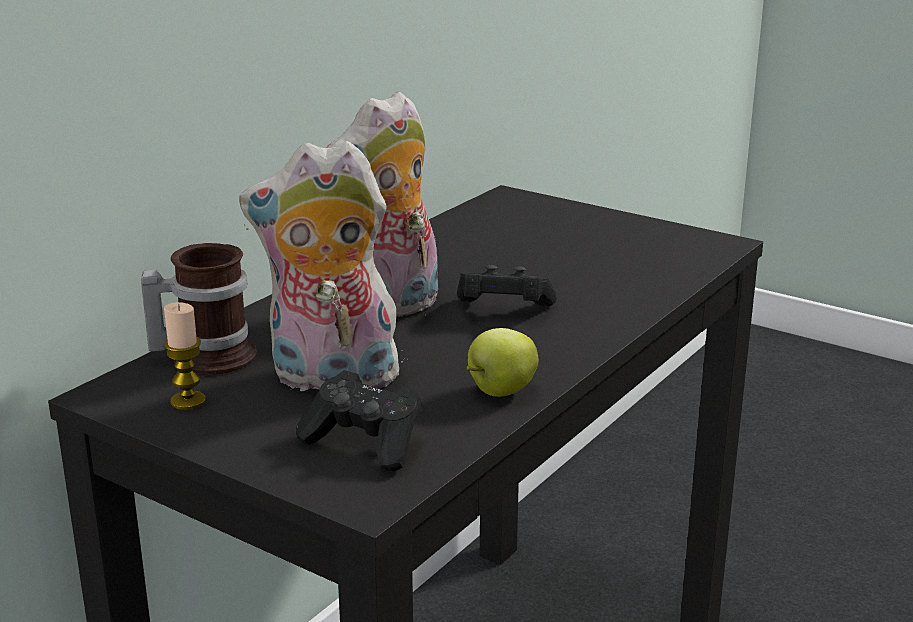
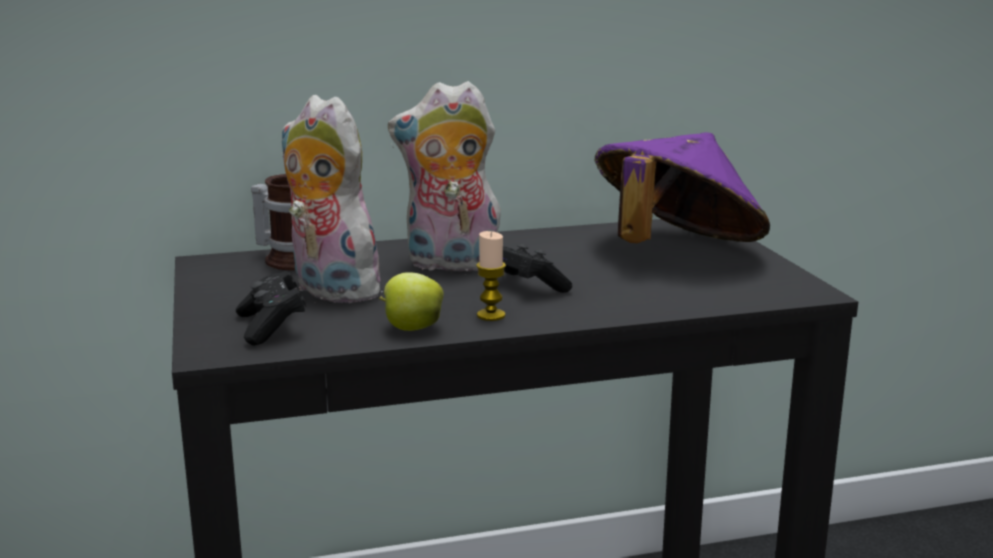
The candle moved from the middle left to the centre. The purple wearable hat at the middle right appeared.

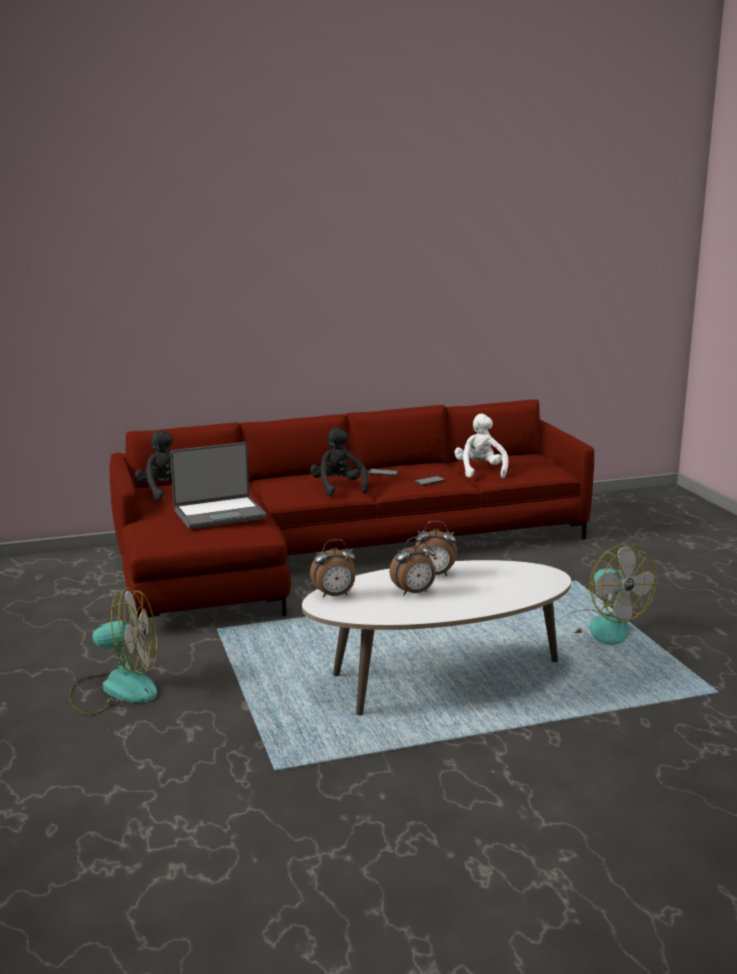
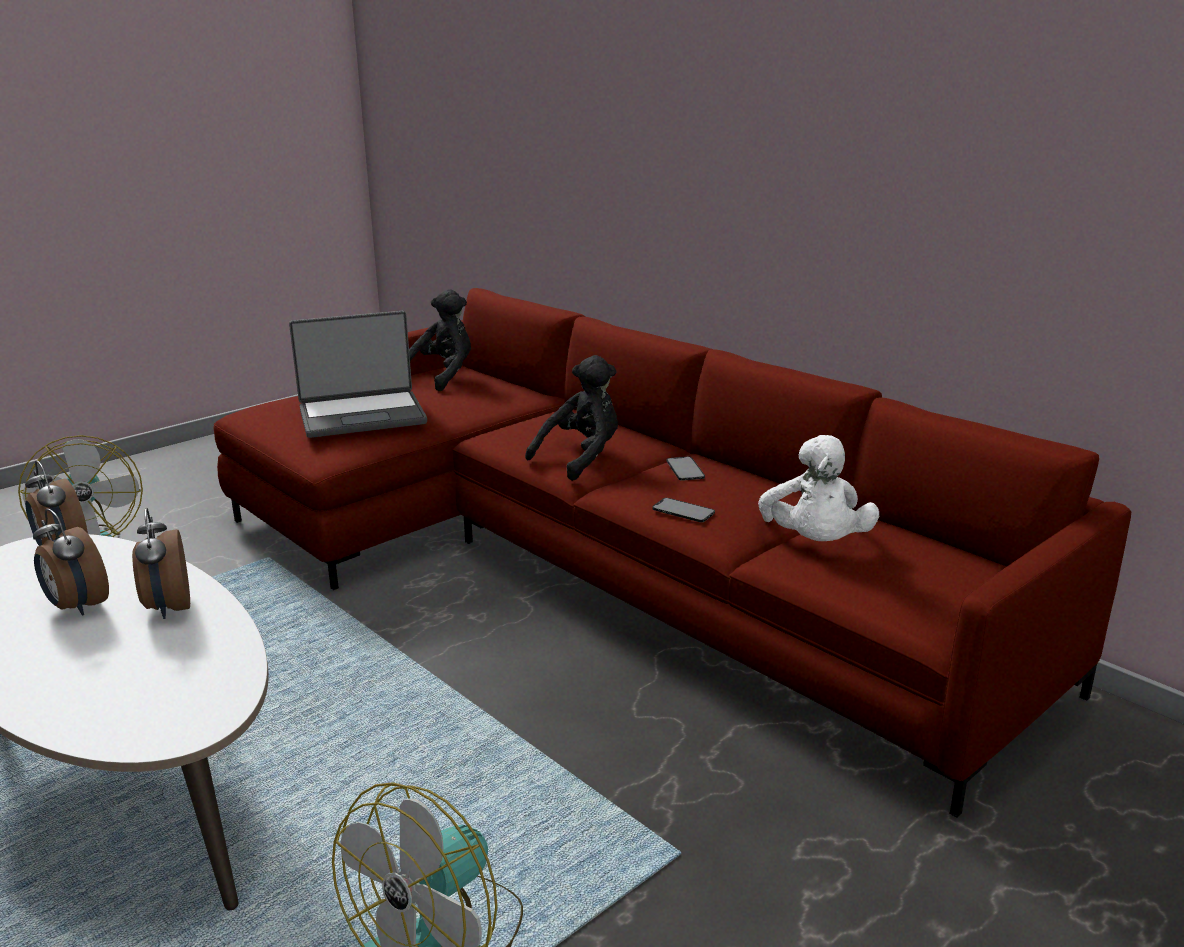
The portable computer at the middle left turned 60 degrees counterclockwise. The white-coloured cuddly toy at the centre turned 120 degrees clockwise.

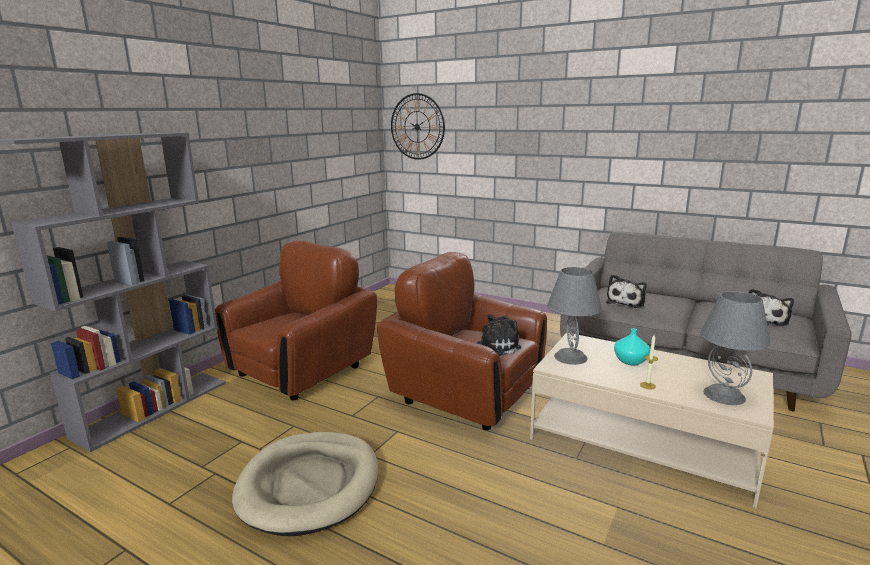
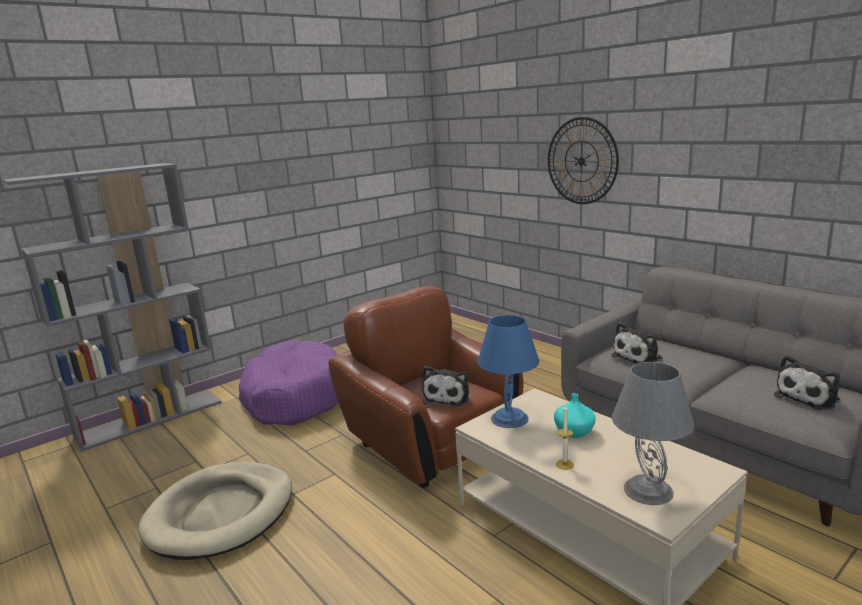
The brown armchair (no. 1 from left) at the centre was replaced by the purple pet bed at the centre. The cuddly toy (no. 1 from left) at the centre turned 120 degrees clockwise. The gray table lamp (no. 1 from left) at the centre became the bluish table lamp at the centre. The wall clock moved from the top centre to the top right.

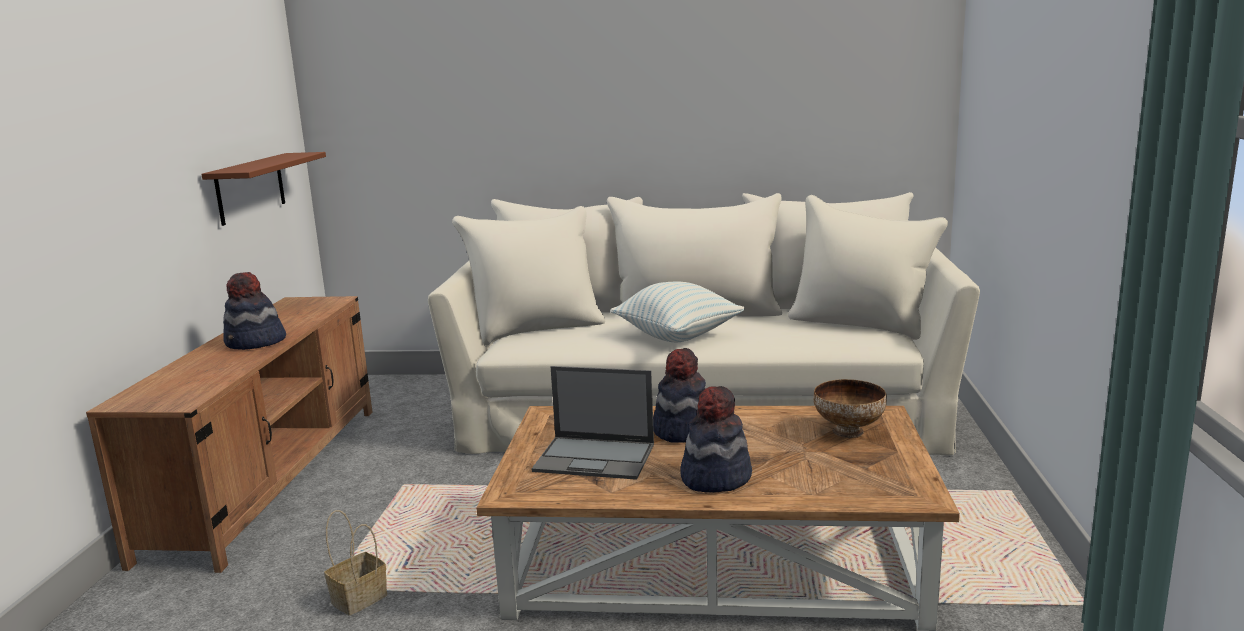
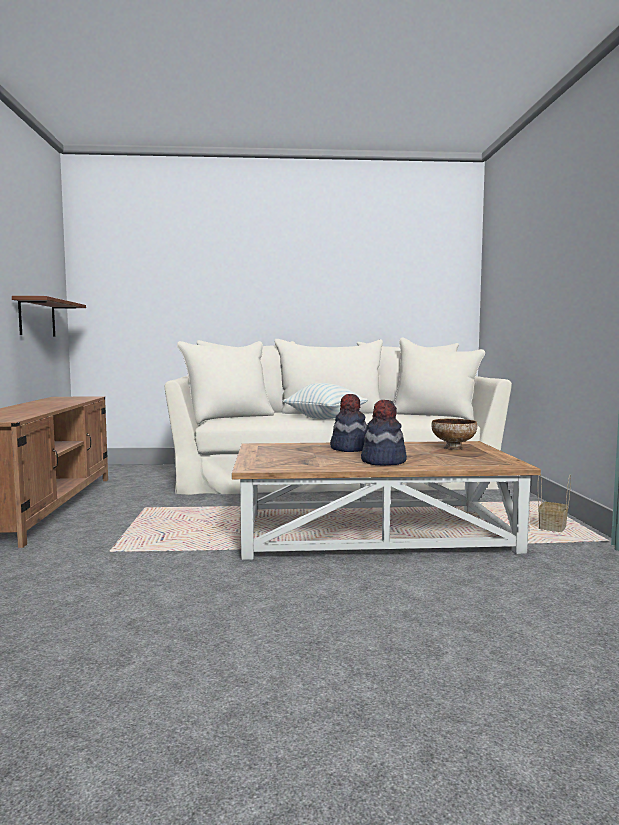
The household basket moved from the bottom left to the middle right. The wearable hat (no. 1 from left) at the middle left disappeared. The portable computer at the bottom centre disappeared.

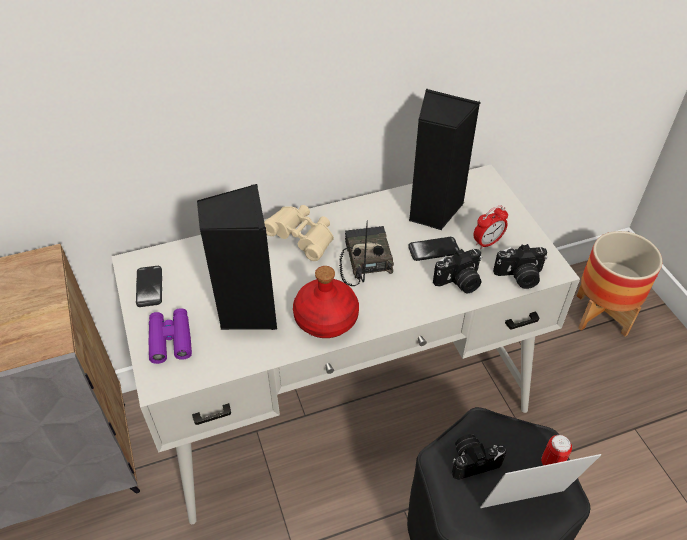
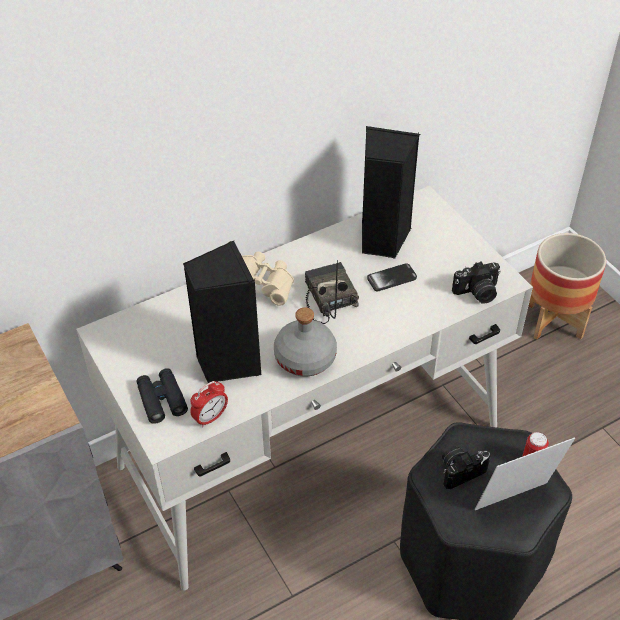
The purple binoculars at the middle left became the black binoculars at the middle left. The bedside clock moved from the middle right to the centre. The red-coloured drink bottle at the centre became the gray drink bottle at the centre. The telephone (no. 1 from left) at the middle left disappeared. The still camera (no. 1 from left) at the centre disappeared.

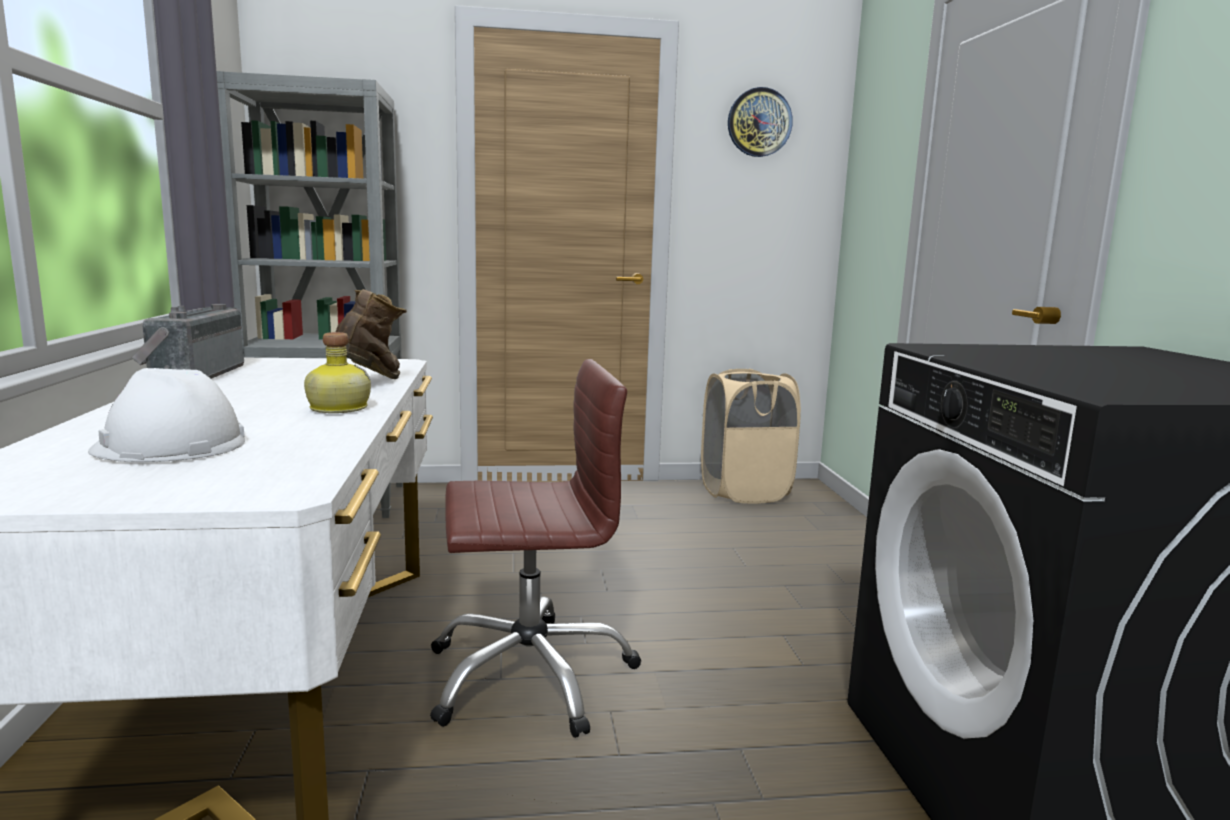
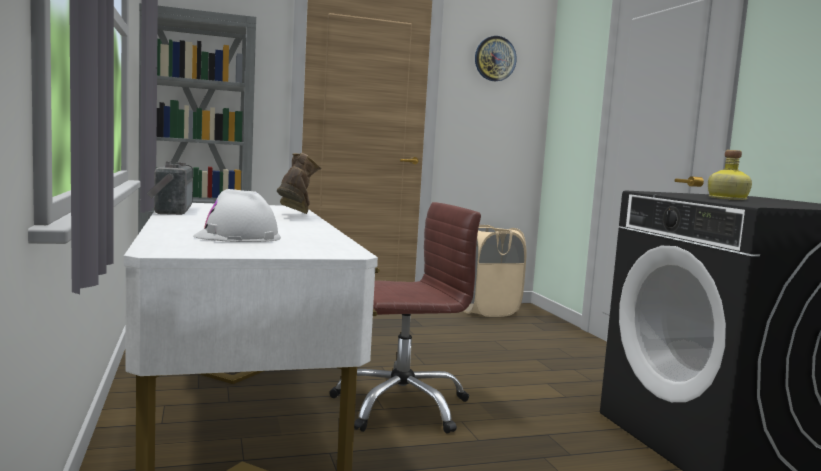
The drink bottle moved from the middle left to the middle right.

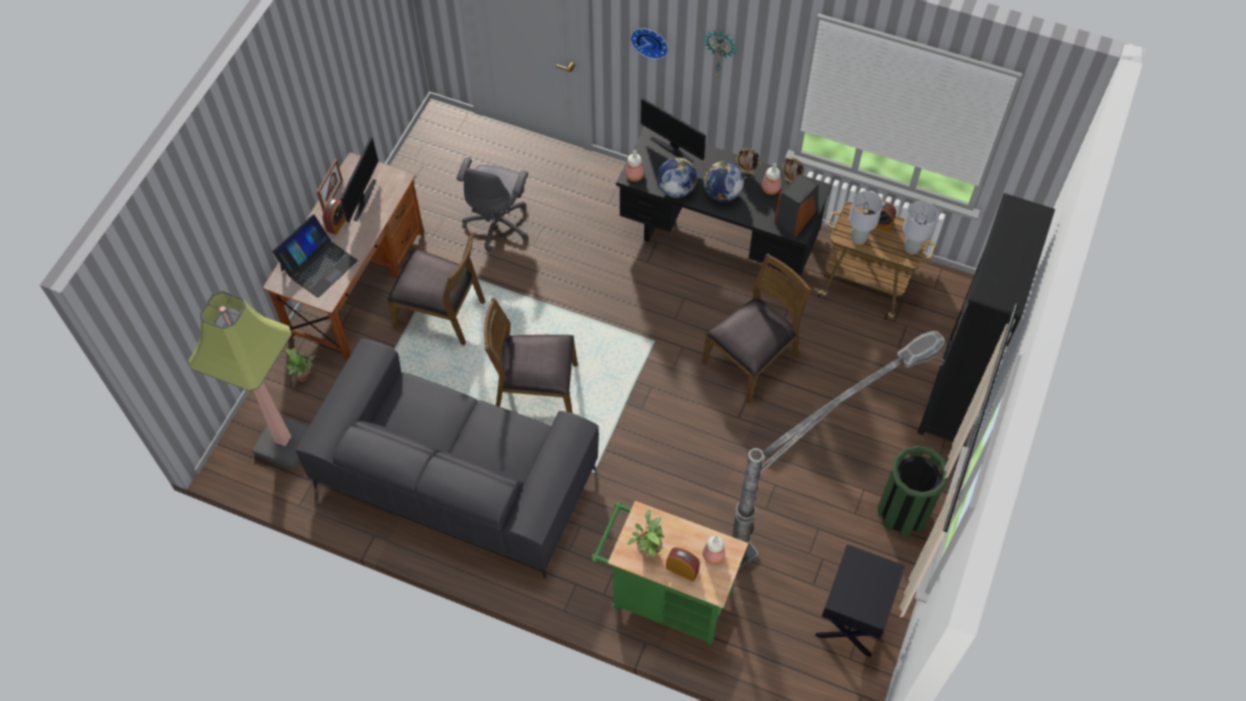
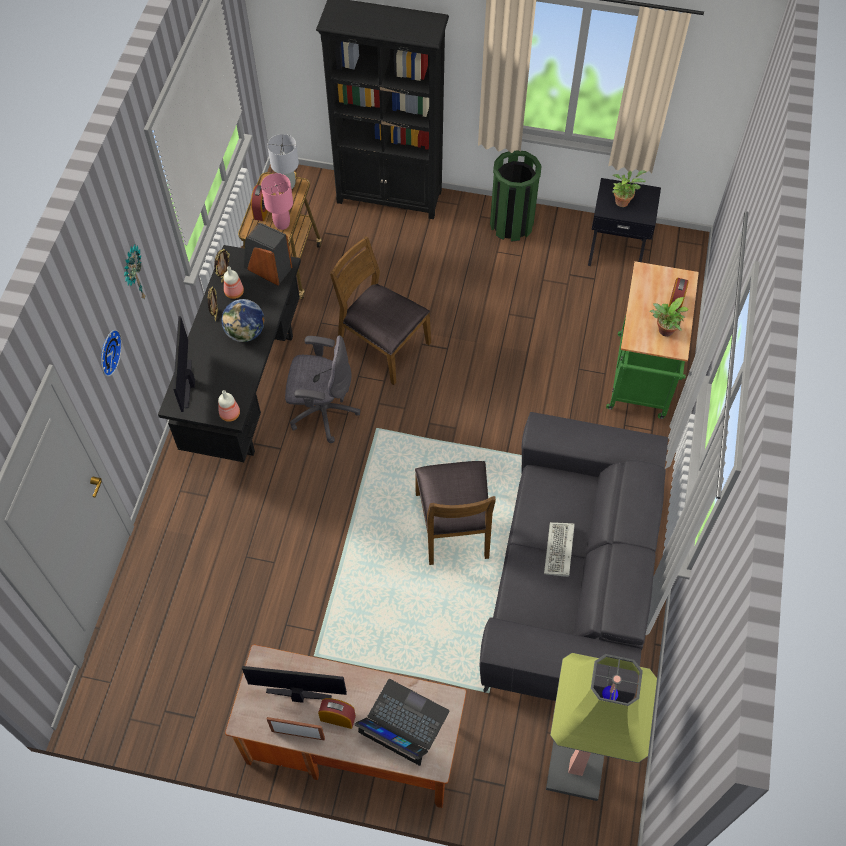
The computer screen (no. 2 from left in the first image) at the top centre turned 150 degrees clockwise. The gray table lamp (no. 1 from left) at the top right became the pink table lamp at the top left. The gray office chair moved from the top centre to the centre. The computer keyboard at the centre appeared. The plant in a pot (no. 1 from left) moved from the middle left to the top right. The brown chair (no. 1 from left) at the centre disappeared. The desk globe (no. 1 from left) at the top centre disappeared. The drink bottle (no. 2 from left) at the bottom centre disappeared. The floor lamp (no. 2 from left) at the middle right disappeared.

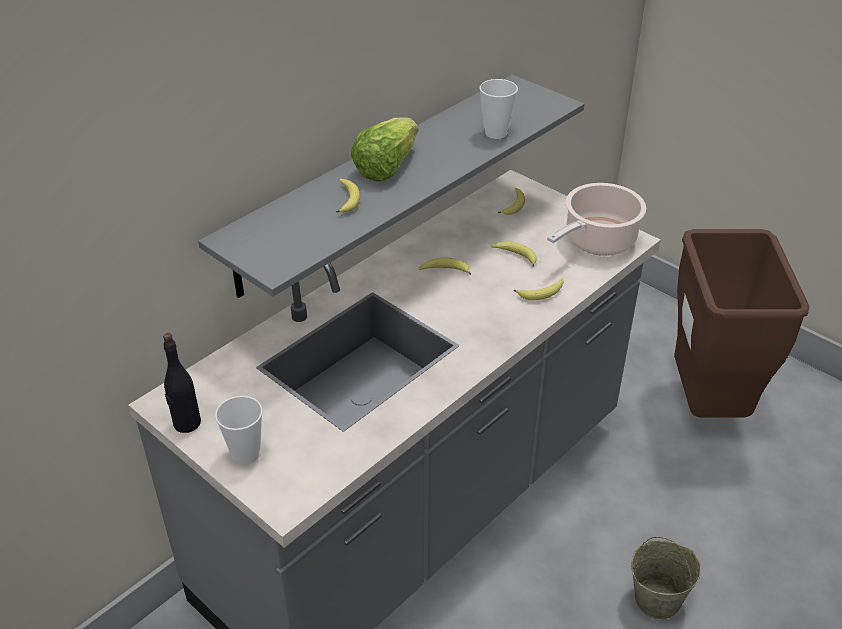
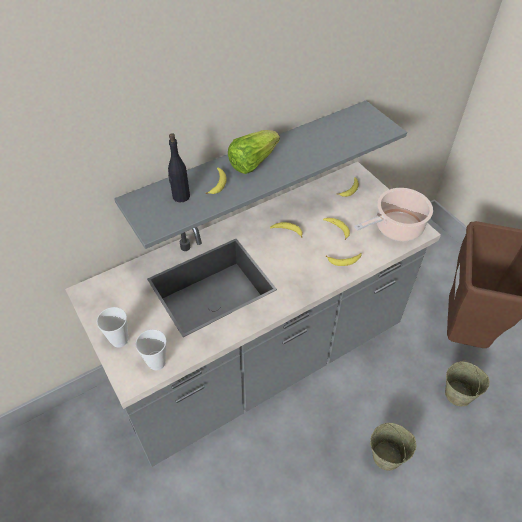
The cup (no. 2 from left) moved from the top centre to the bottom left. The black drink bottle moved from the middle left to the top centre. The beige pail (no. 2 from left) at the bottom right appeared.

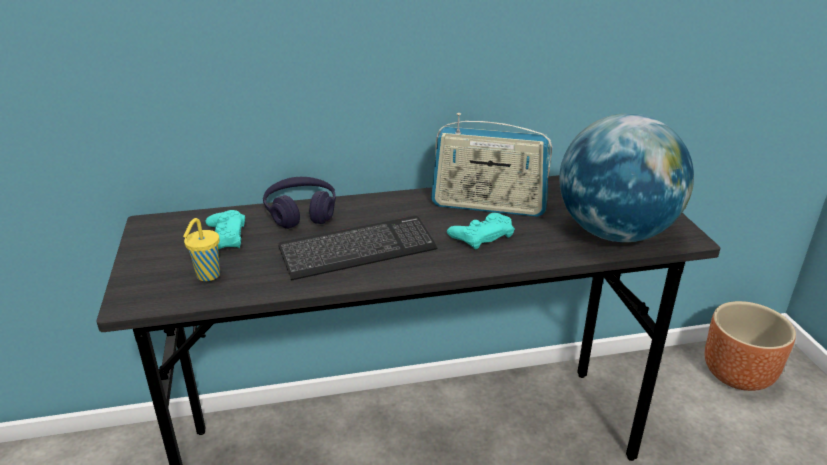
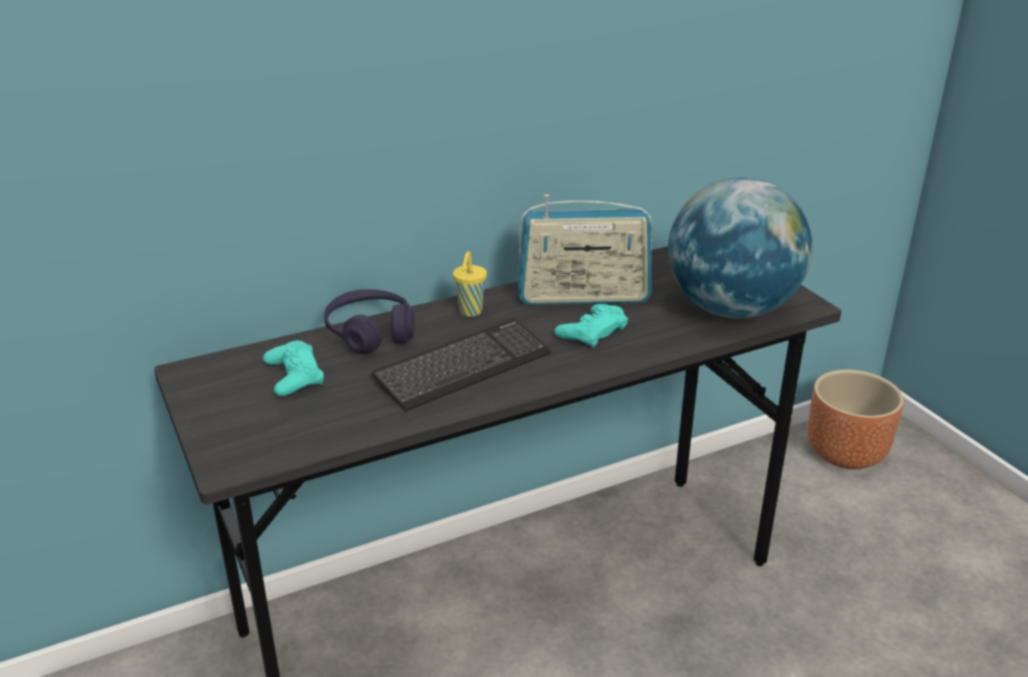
The yellowish cup moved from the middle left to the centre.

